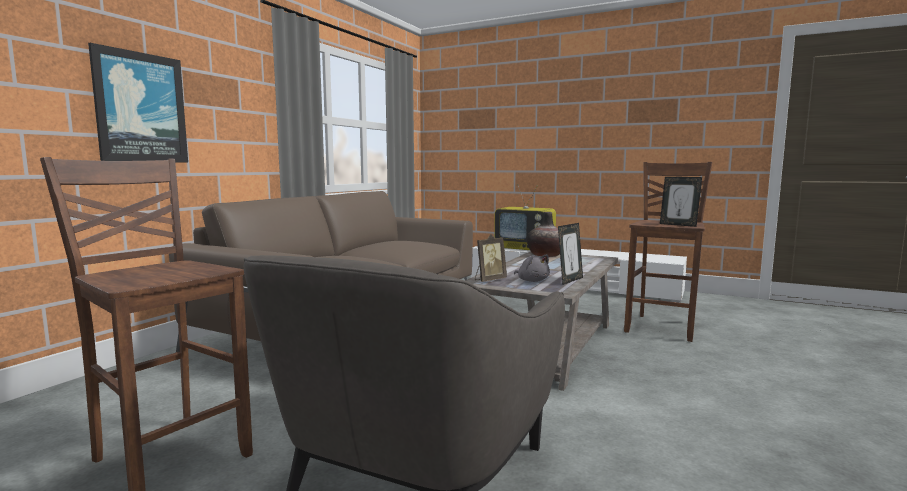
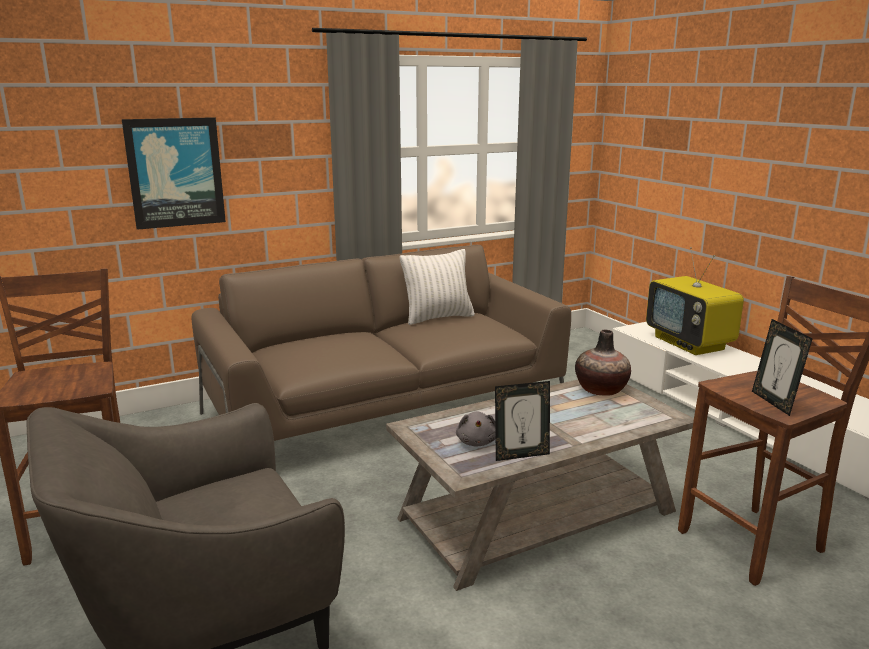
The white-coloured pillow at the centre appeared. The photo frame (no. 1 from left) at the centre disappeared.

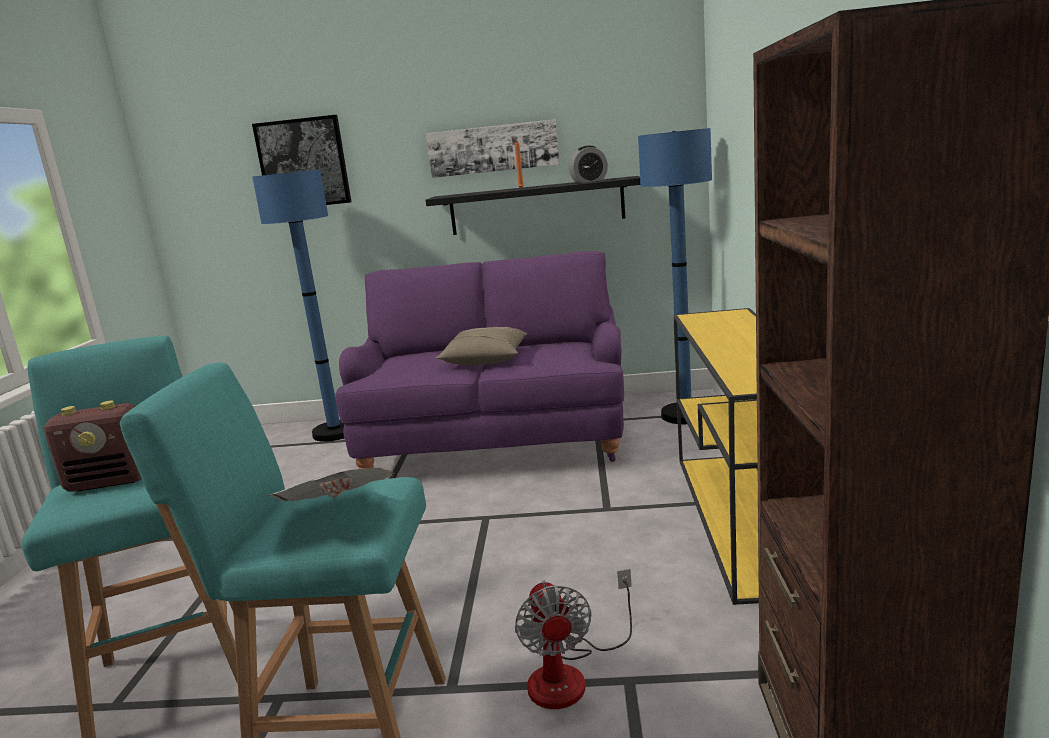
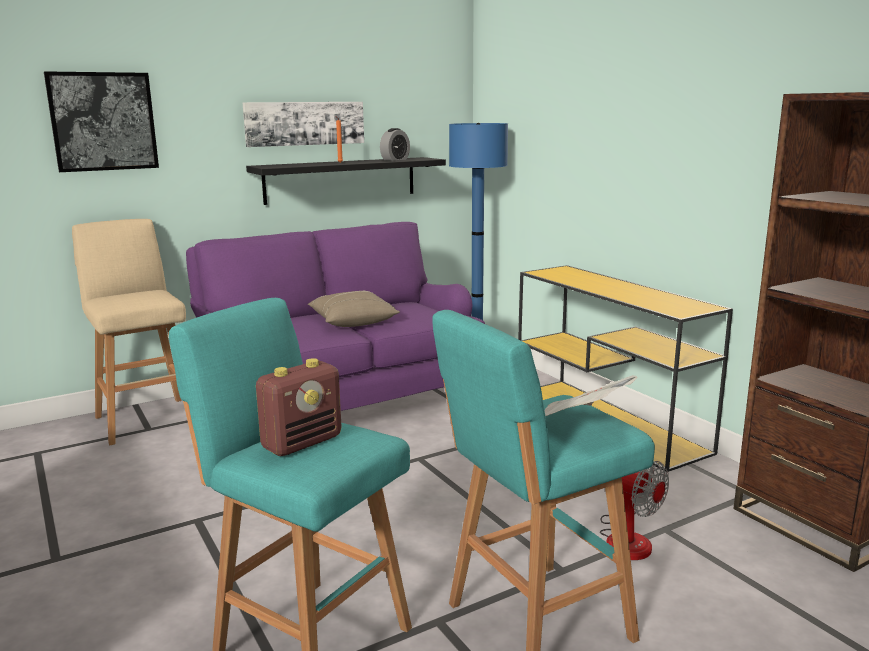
The bluish floor lamp (no. 1 from left) at the middle left was replaced by the beige sitting stool at the middle left.

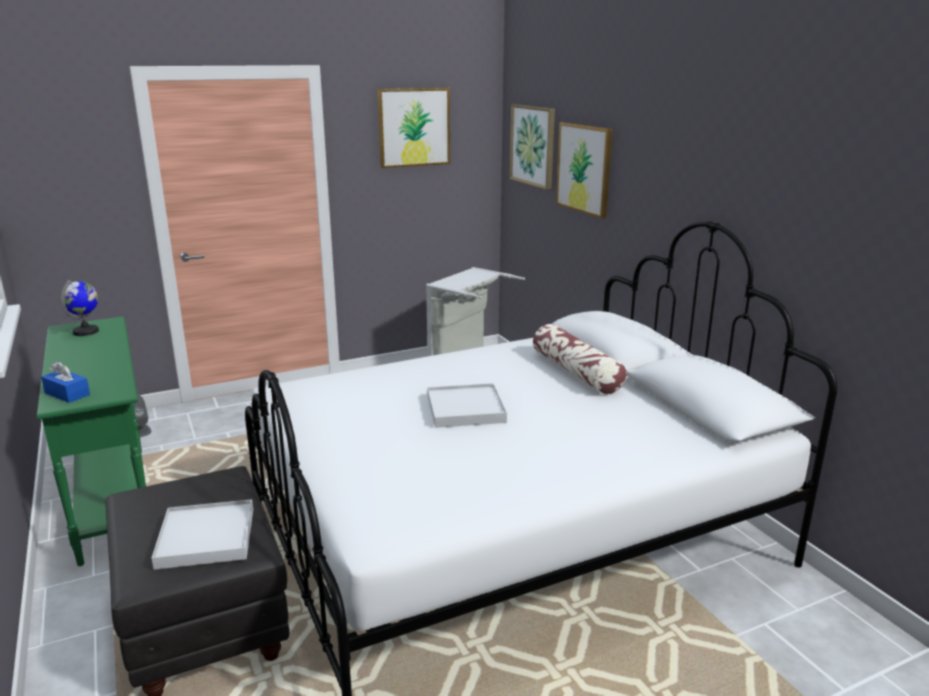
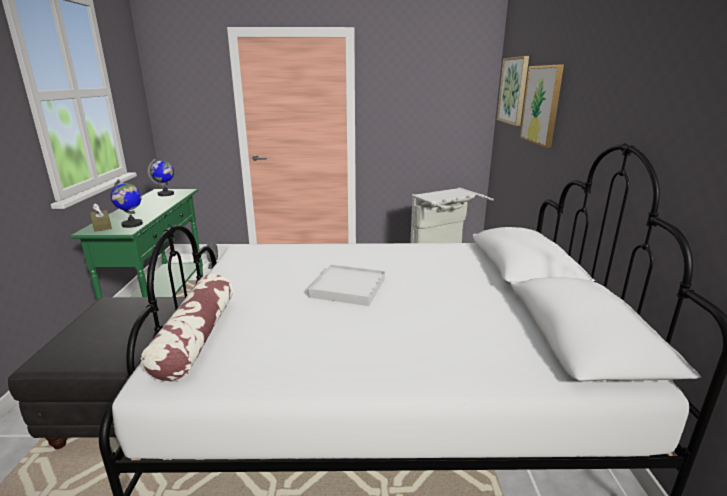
The bluish box of tissues at the middle left became the brown box of tissues at the middle left. The desk globe (no. 1 from left) at the middle left appeared. The pillow moved from the centre to the middle left. The white-coloured tray (no. 1 from left) at the bottom left disappeared. The picture (no. 1 from left) at the top centre disappeared.

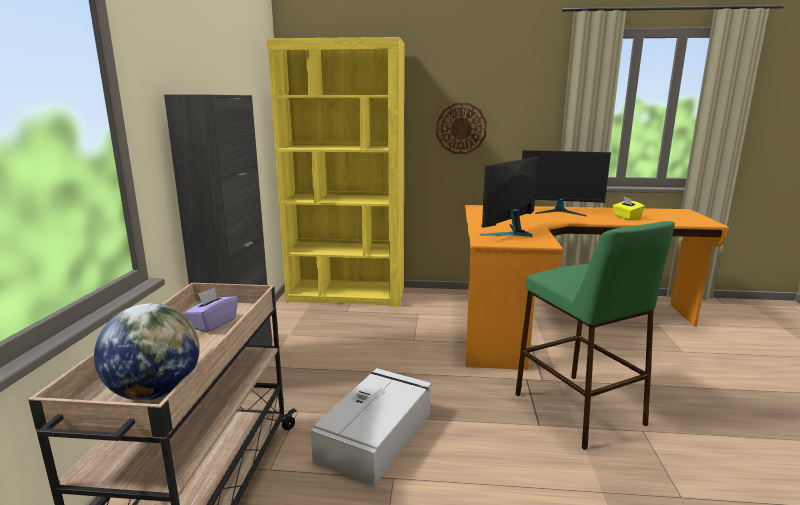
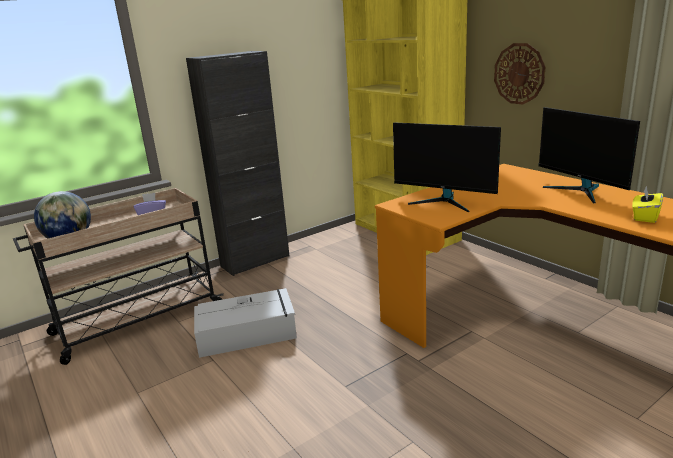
The computer screen (no. 1 from left) at the centre turned 150 degrees counterclockwise. The green-coloured sitting stool at the middle right disappeared.

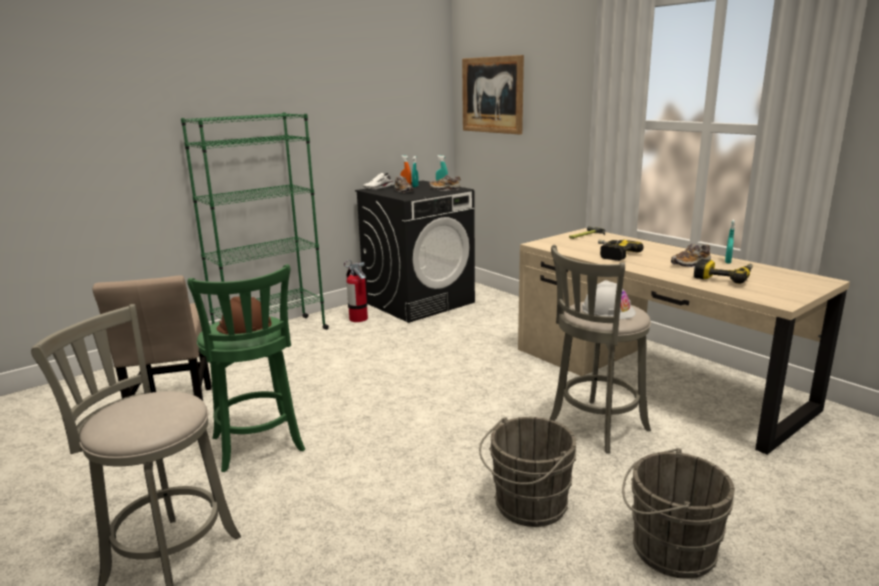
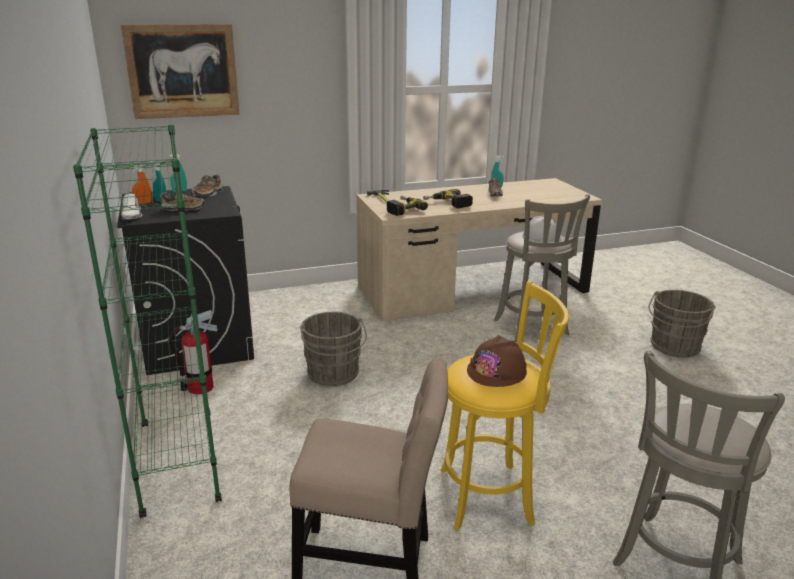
The gray pail (no. 1 from left) moved from the bottom centre to the centre. The electric drill (no. 2 from left in the first image) moved from the middle right to the centre. The green-coloured sitting stool at the middle left became the yellowish sitting stool at the bottom centre.

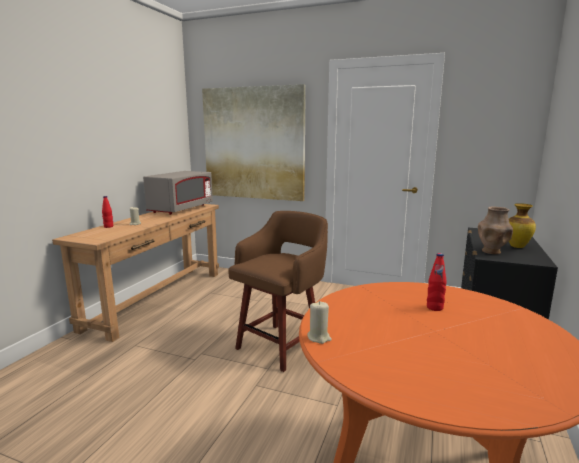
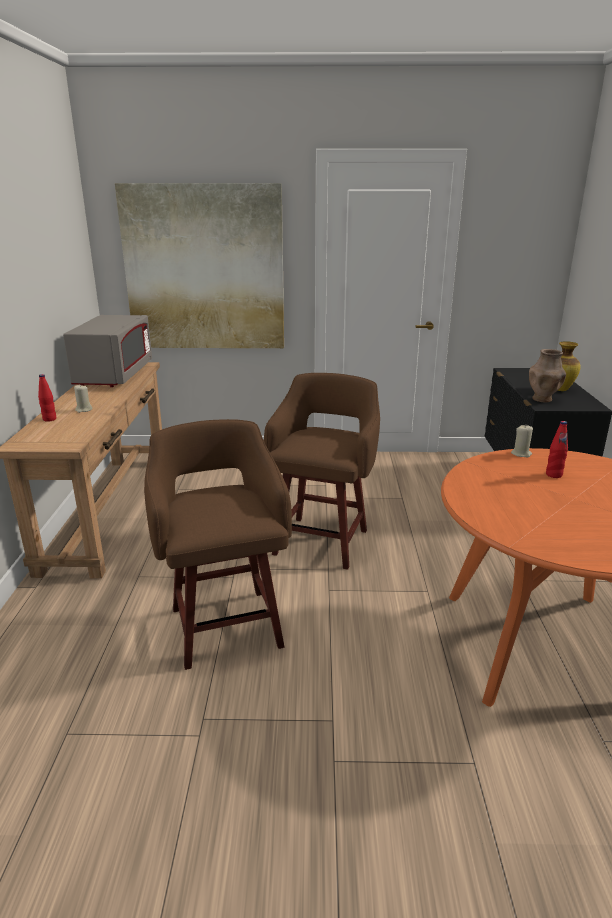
The brown sitting stool (no. 1 from left) at the centre appeared. The beige candle (no. 2 from left) moved from the bottom centre to the middle right.

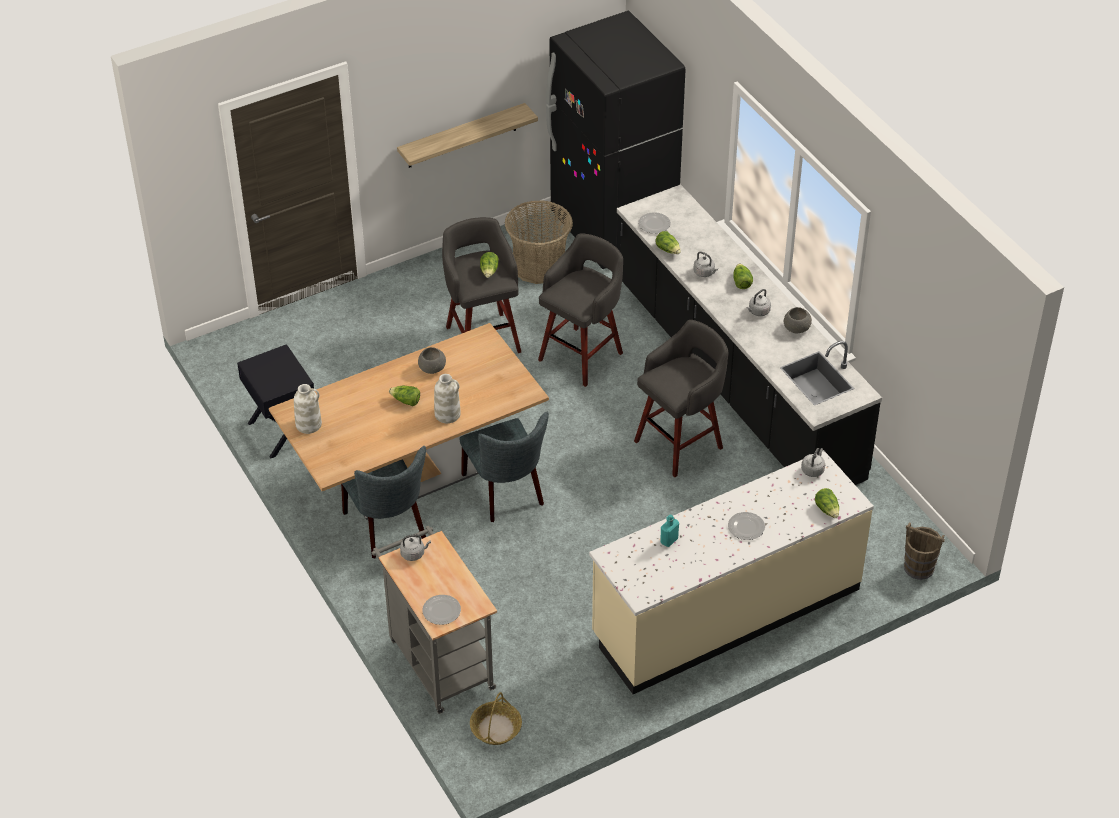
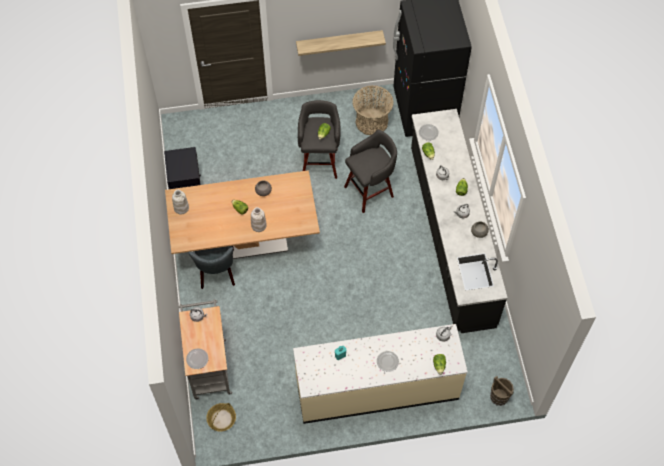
The gray chair (no. 2 from left) at the centre disappeared. The gray sitting stool (no. 3 from left) at the centre disappeared.

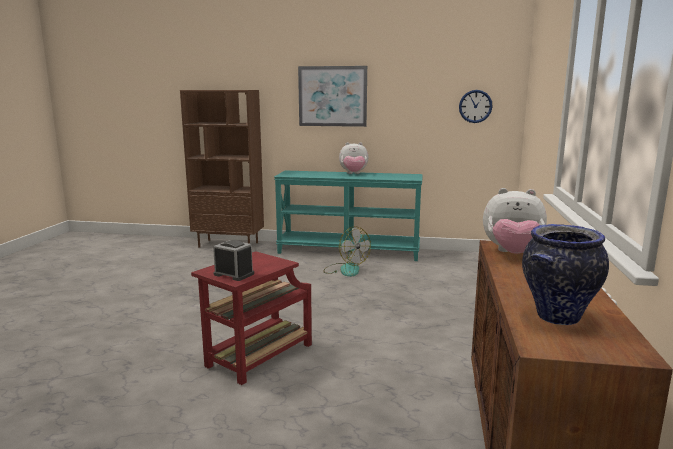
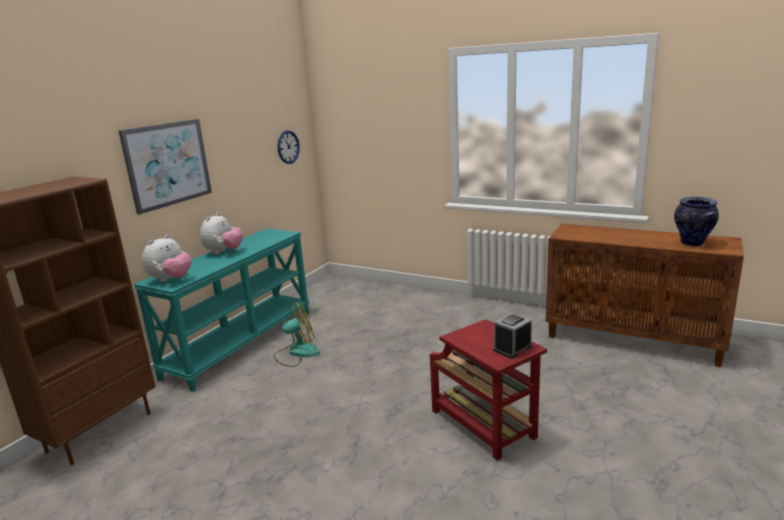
The cuddly toy (no. 2 from left in the first image) moved from the middle right to the middle left.

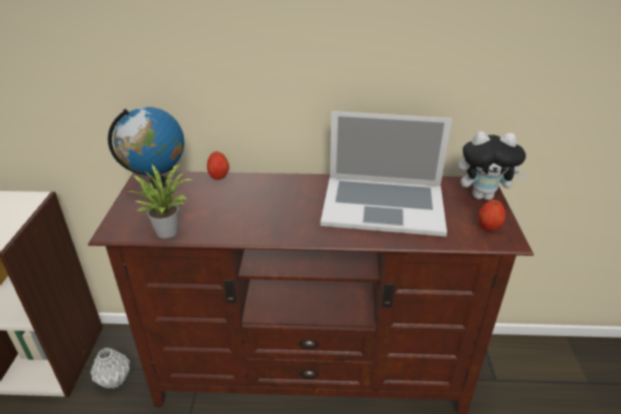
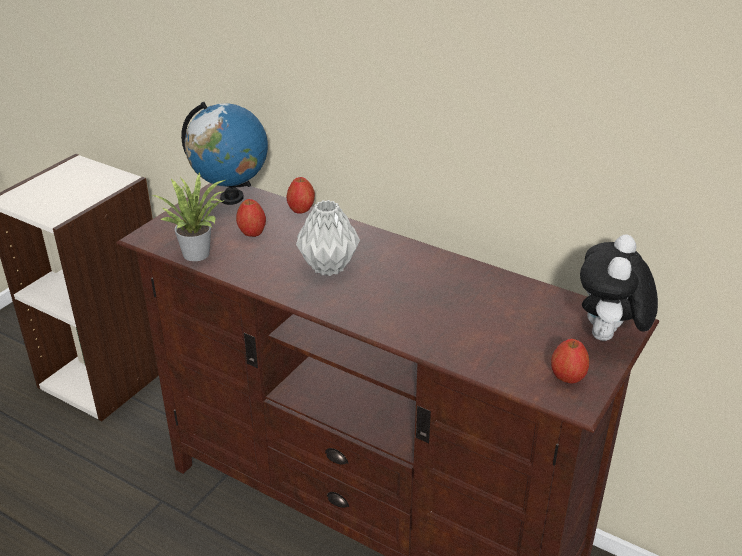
The apple fruit (no. 1 from left) at the centre appeared. The gray vase moved from the bottom left to the centre. The cuddly toy at the middle right turned 75 degrees clockwise. The portable computer at the centre disappeared.

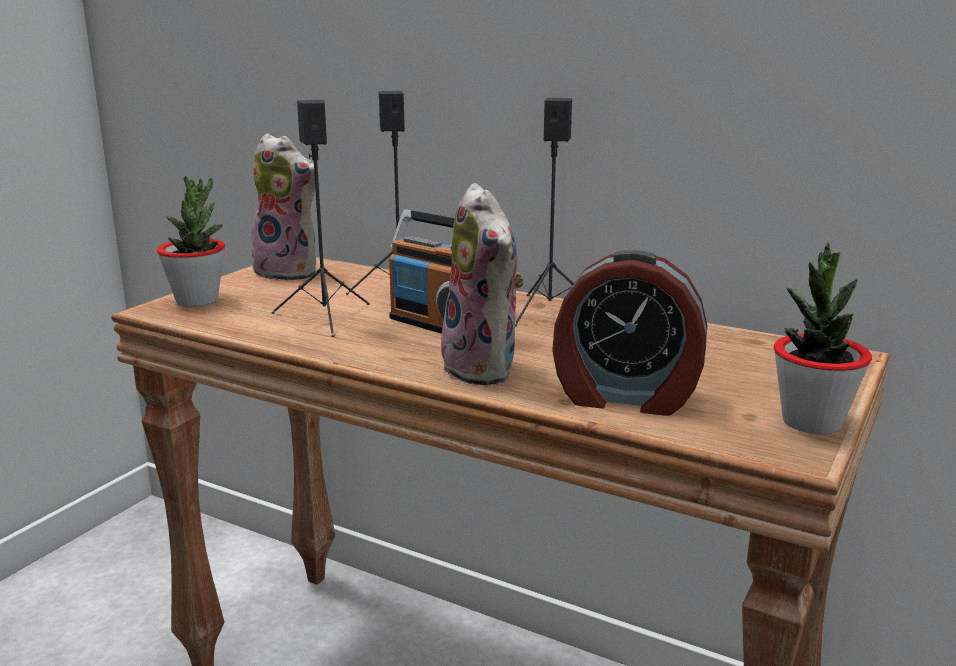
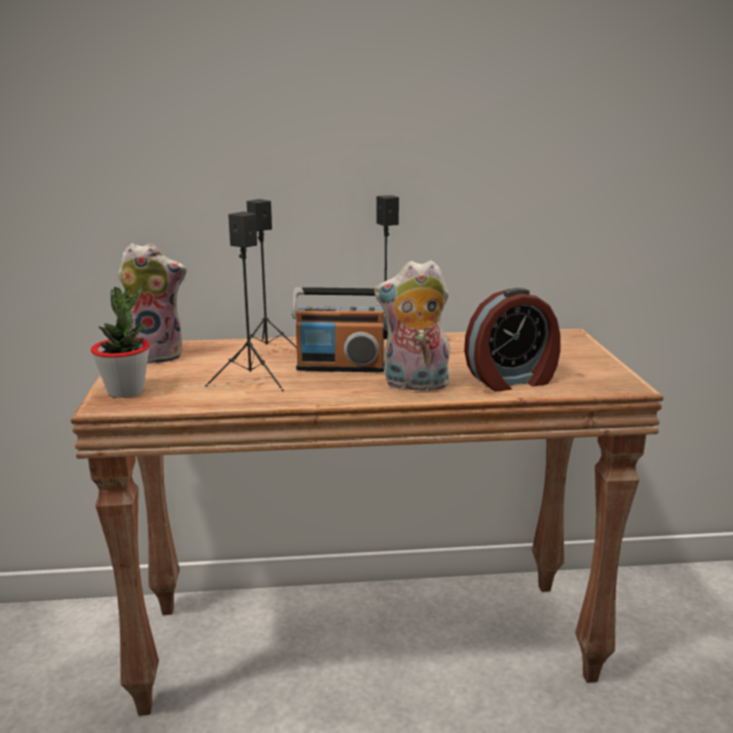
The cuddly toy (no. 2 from left) at the centre turned 150 degrees clockwise. The plant in a pot (no. 2 from left) at the middle right disappeared.

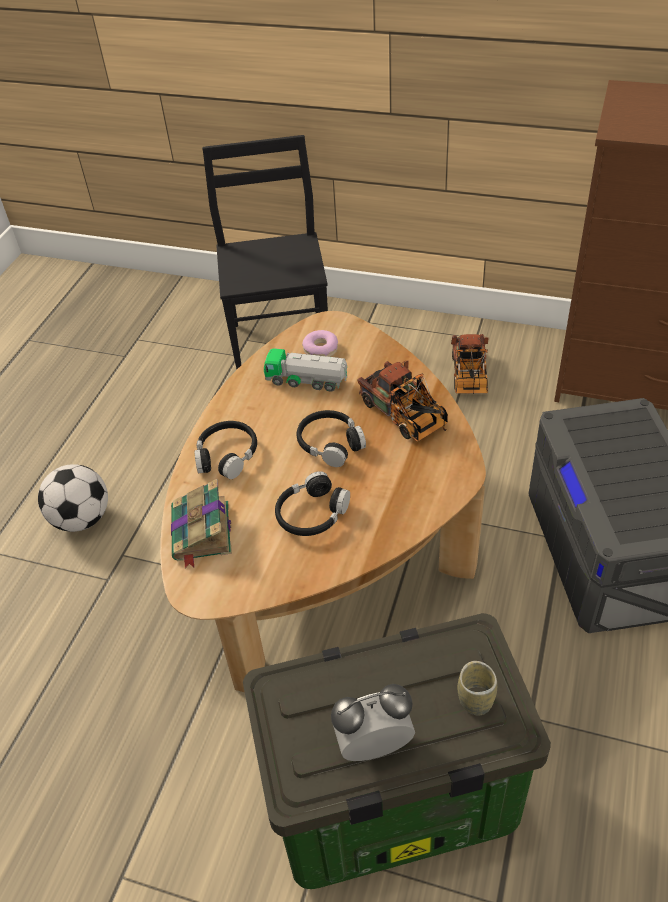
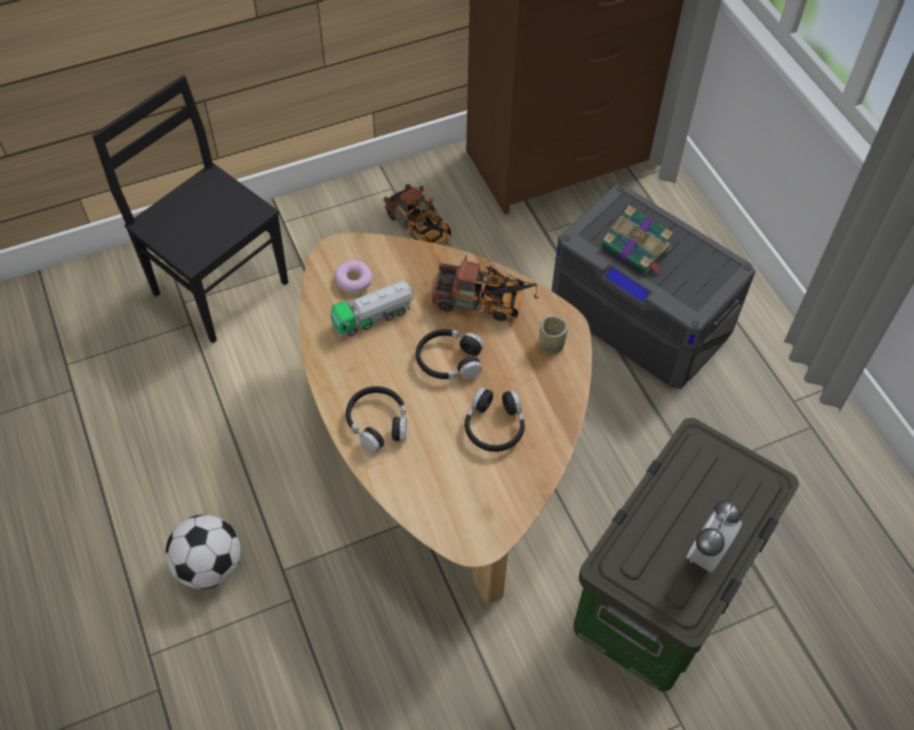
The cup moved from the bottom right to the centre. The bound book moved from the middle left to the top right.

